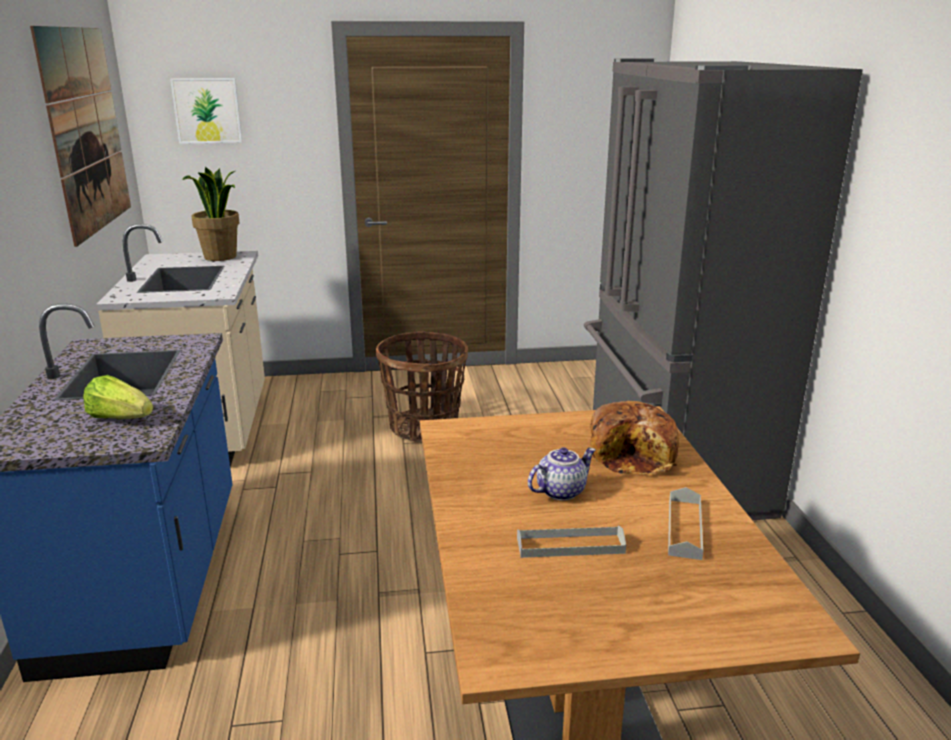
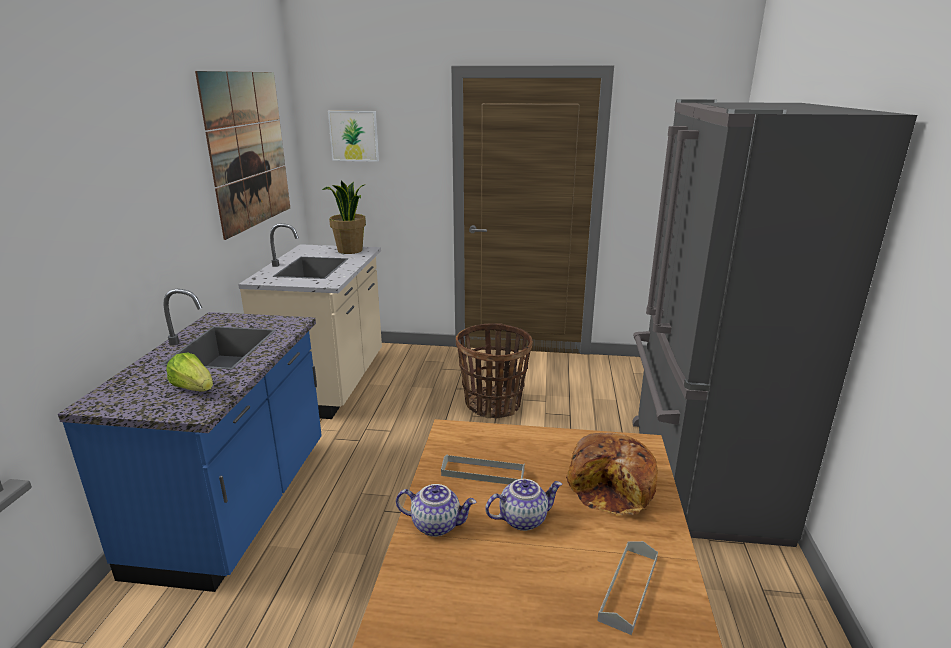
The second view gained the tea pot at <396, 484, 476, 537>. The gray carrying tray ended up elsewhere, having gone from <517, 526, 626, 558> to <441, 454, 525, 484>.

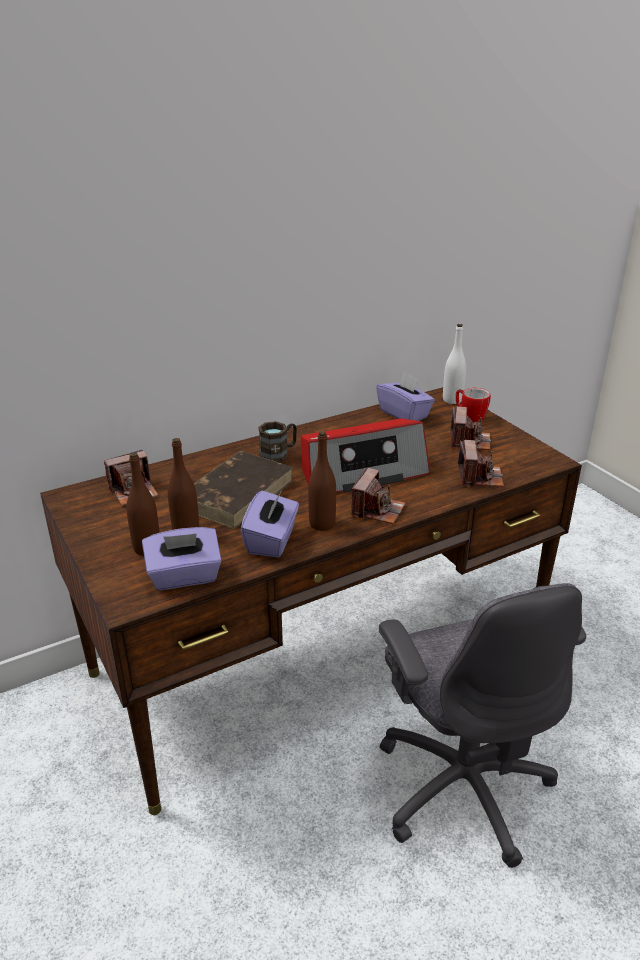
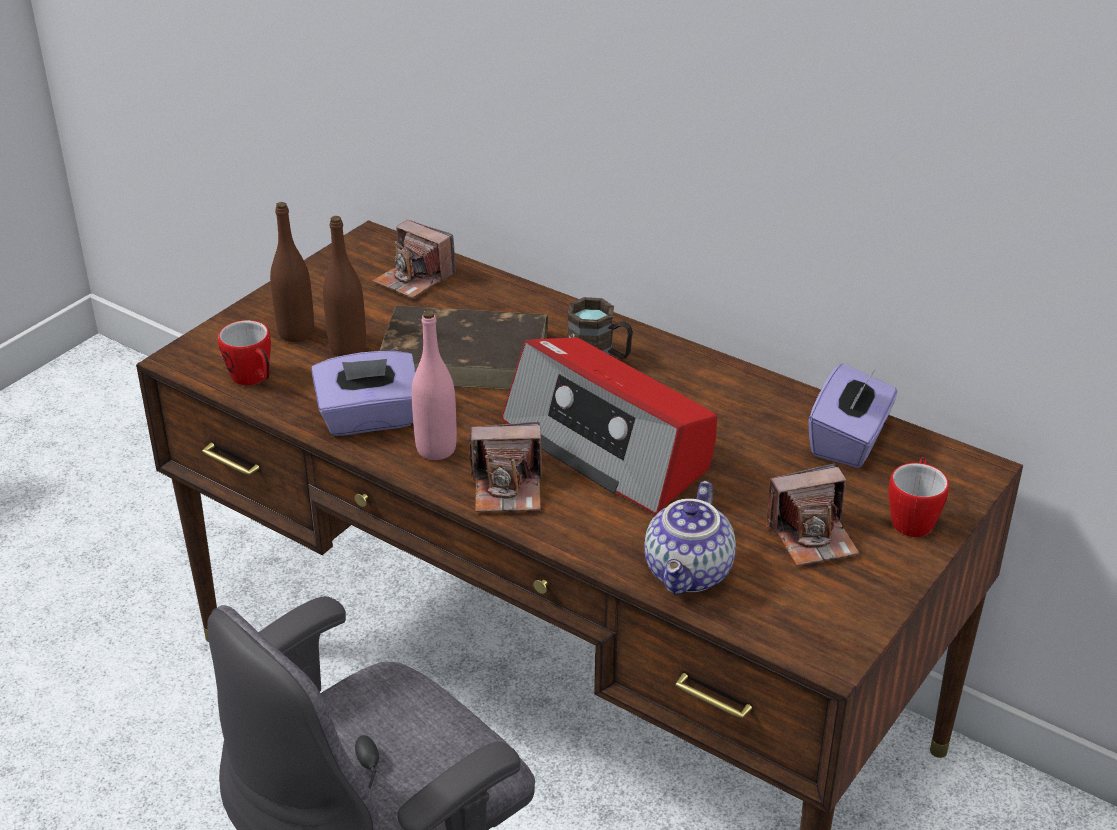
The second view lost the whitish bottle at <443, 324, 466, 404>. Where the purplish tissue holder stood at <142, 527, 222, 590>, the tea mug came to stand at <218, 320, 271, 385>. Where the still camera stood at <457, 440, 504, 487>, the tea pot came to stand at <644, 481, 736, 595>. What was the brown bottle at <308, 431, 336, 531> turned into the pinkish bottle at <411, 310, 457, 460>.

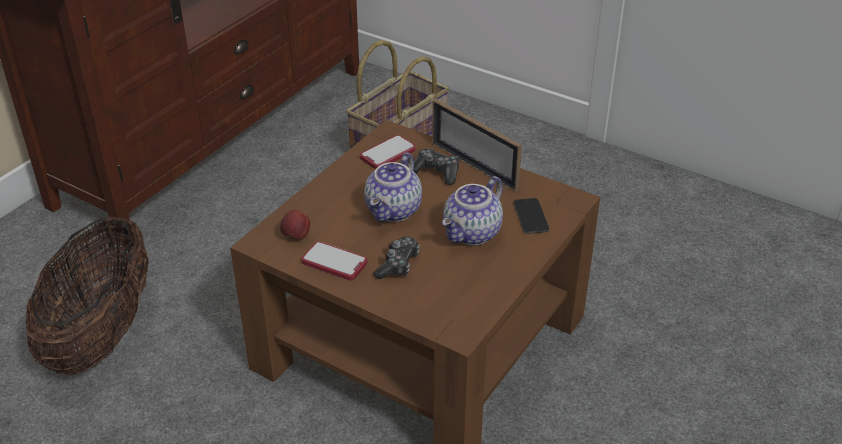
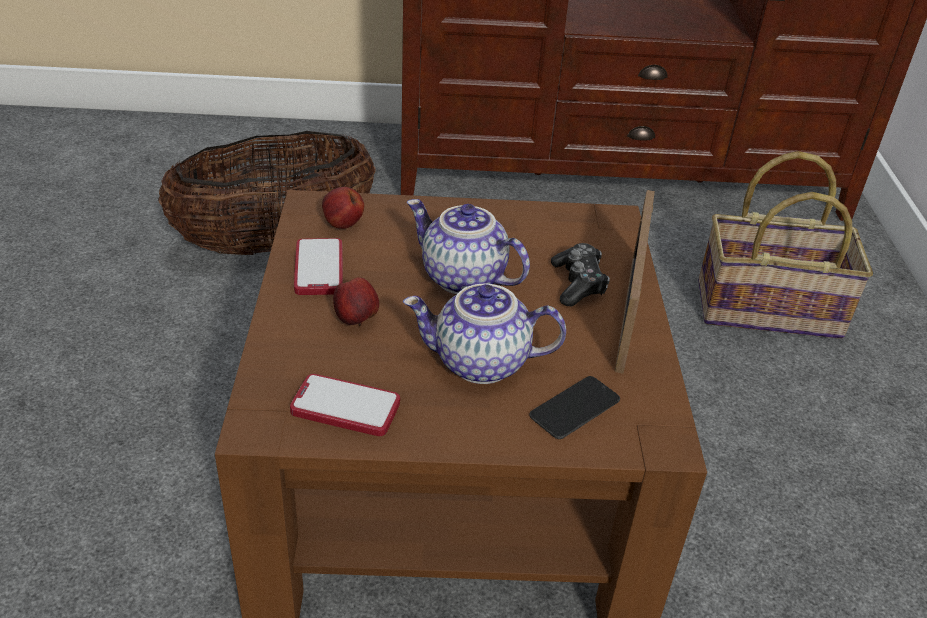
The phone ended up elsewhere, having gone from <360, 135, 416, 169> to <290, 374, 400, 436>. Where the joypad stood at <373, 236, 420, 279>, the whole apple came to stand at <333, 277, 379, 326>. The tea pot at <364, 152, 422, 222> ended up facing another way, 45 degrees clockwise from before.

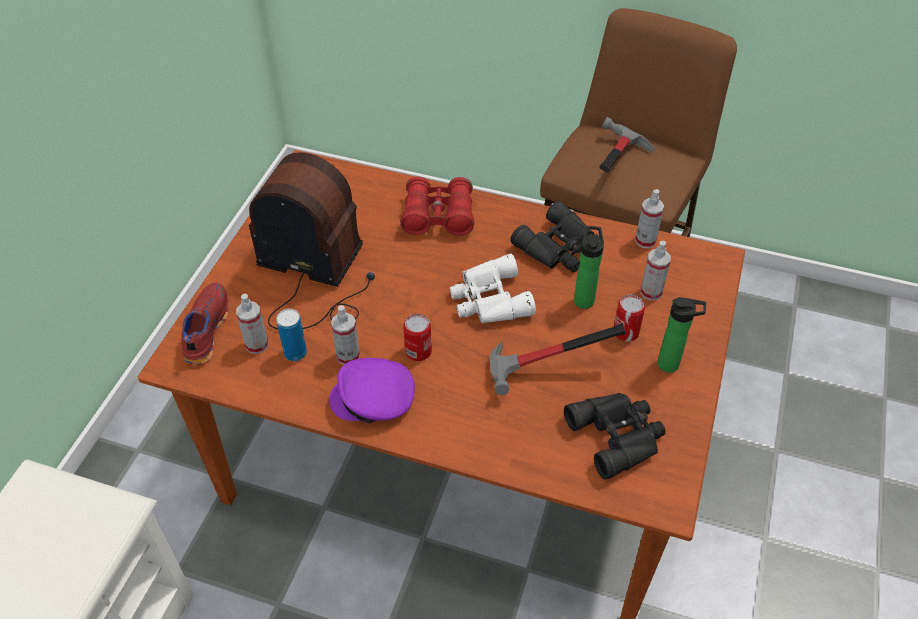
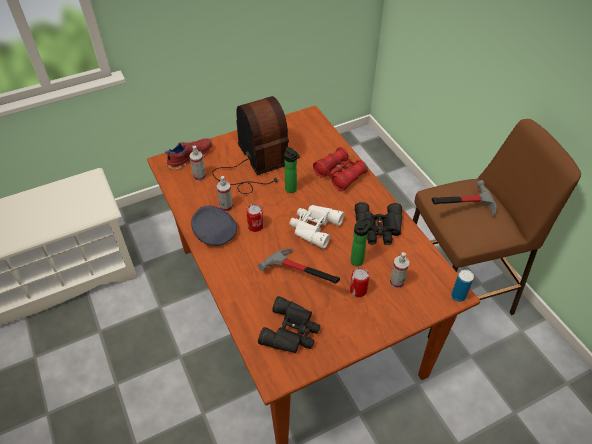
The second view lost the sprayer at <635, 189, 664, 248>. The can ended up elsewhere, having gone from <276, 309, 307, 361> to <451, 269, 474, 302>. The bottle ended up elsewhere, having gone from <657, 297, 706, 373> to <284, 147, 300, 193>. What was the purplish cap at <329, 358, 415, 423> turned into the gray cap at <191, 206, 237, 246>.

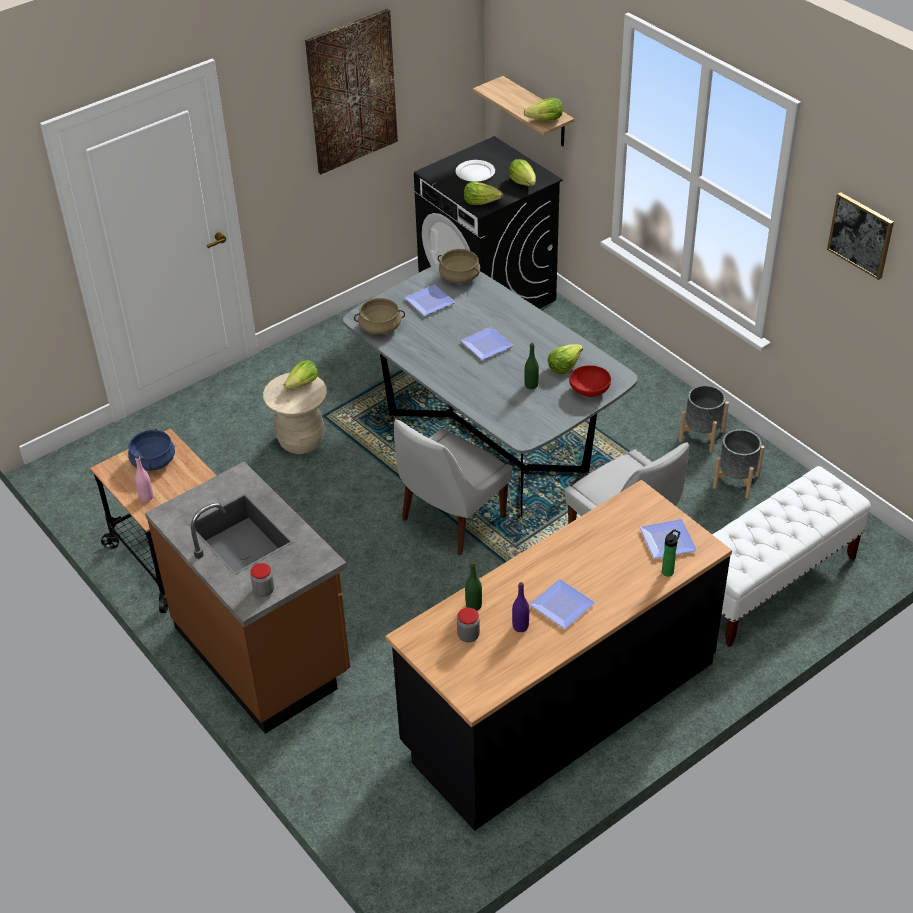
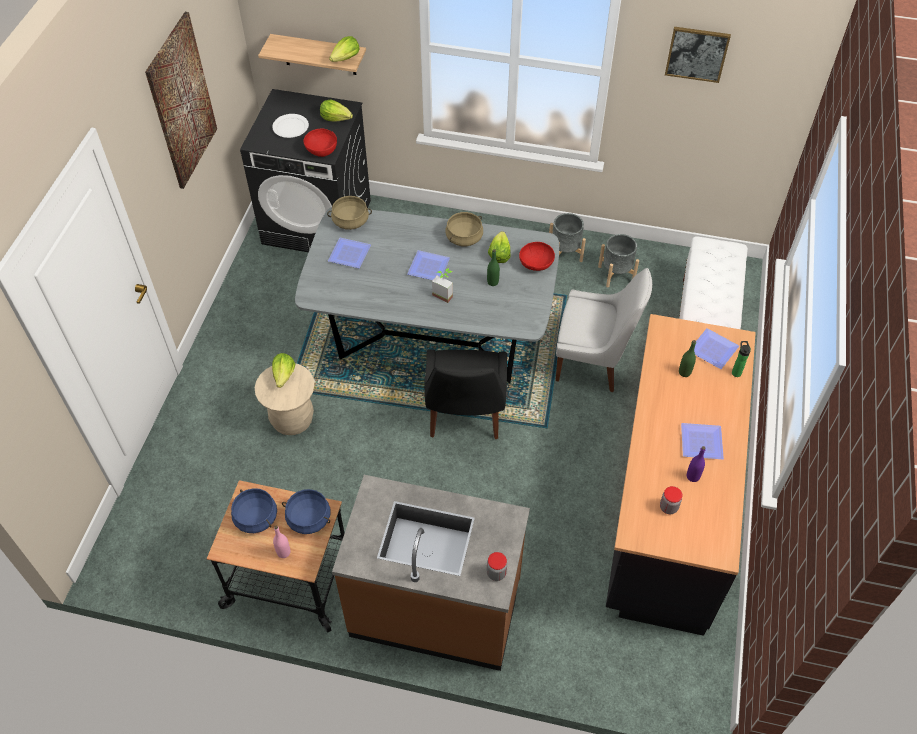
The second view gained the blue-coloured stockpot at <282, 489, 330, 534>. The second view gained the houseplant at <432, 268, 453, 303>. The sand-coloured stockpot ended up elsewhere, having gone from <354, 298, 405, 335> to <446, 212, 483, 246>. The green-coloured bottle ended up elsewhere, having gone from <465, 561, 482, 611> to <679, 340, 696, 377>. Where the lettuce head stood at <464, 182, 503, 205>, the red bowl came to stand at <304, 129, 337, 157>. What was the whitish plain chair at <394, 419, 512, 555> turned into the blackish plain chair at <425, 349, 507, 439>.

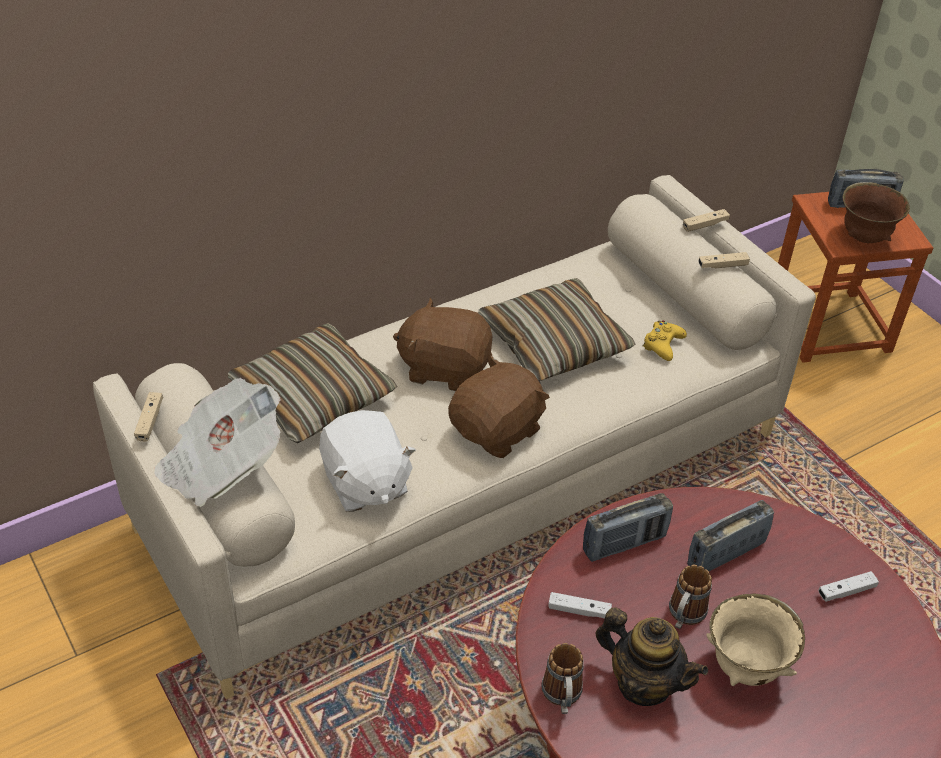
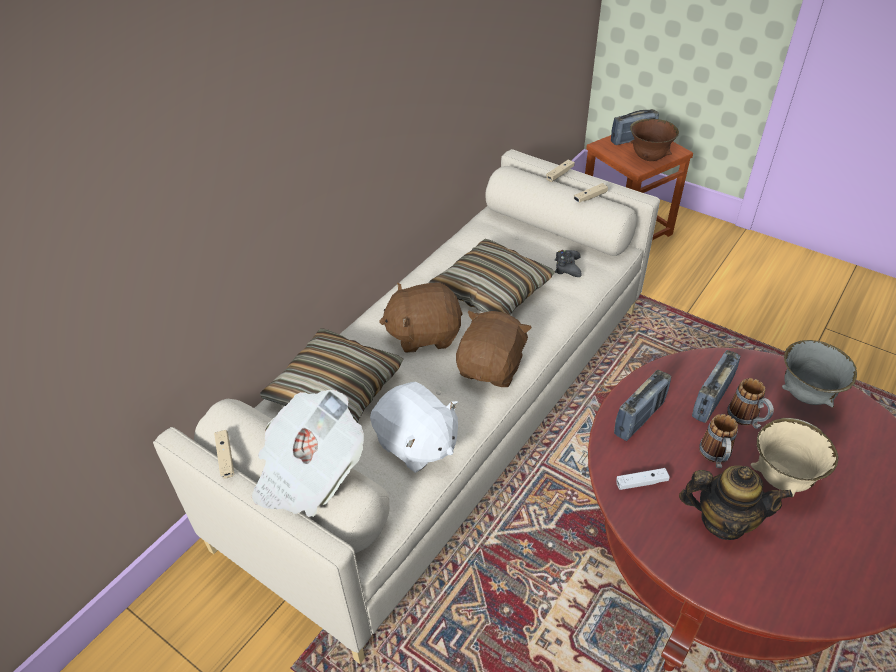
The tea mug ended up elsewhere, having gone from <541, 643, 584, 714> to <727, 378, 774, 429>. Where the whitish joypad stood at <818, 571, 879, 602>, the gray bowl came to stand at <782, 340, 857, 408>. What was the yellowish joypad at <643, 320, 687, 361> turned into the blackish joypad at <555, 250, 582, 277>.

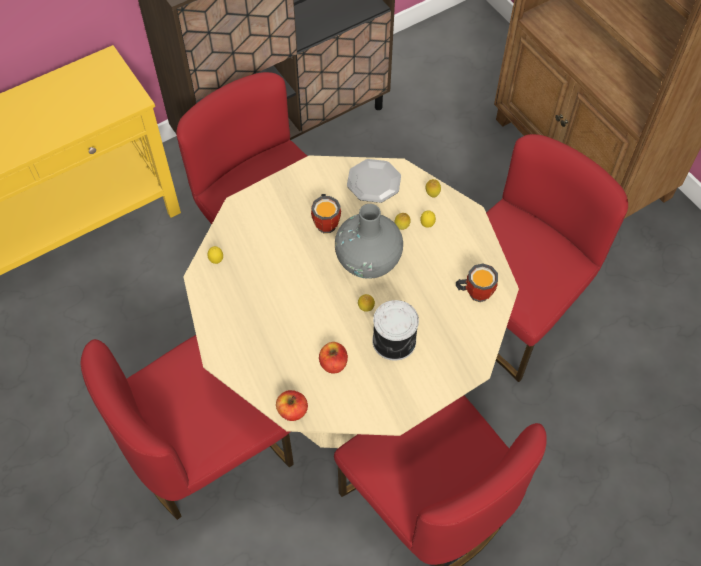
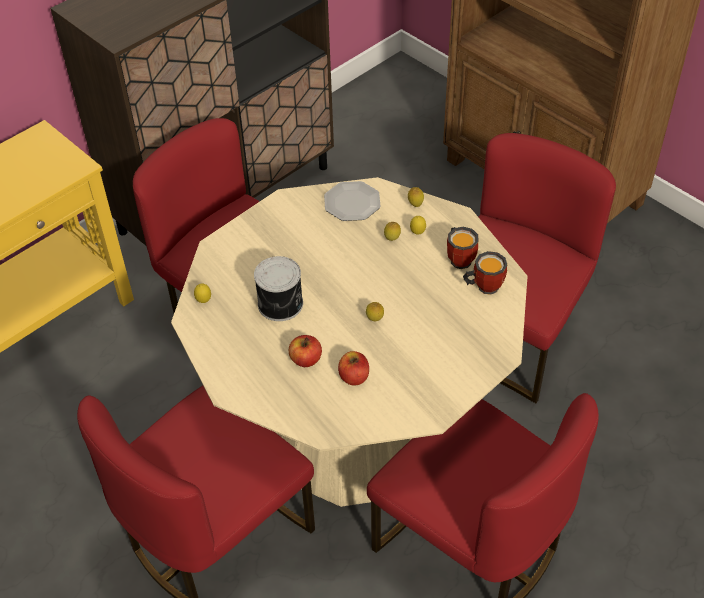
The second view lost the gray vase at <335, 204, 403, 279>. The whole apple ended up elsewhere, having gone from <276, 390, 308, 421> to <289, 335, 322, 367>. The tea mug ended up elsewhere, having gone from <311, 194, 341, 234> to <447, 227, 479, 269>. The can ended up elsewhere, having gone from <372, 300, 419, 361> to <254, 256, 303, 321>.

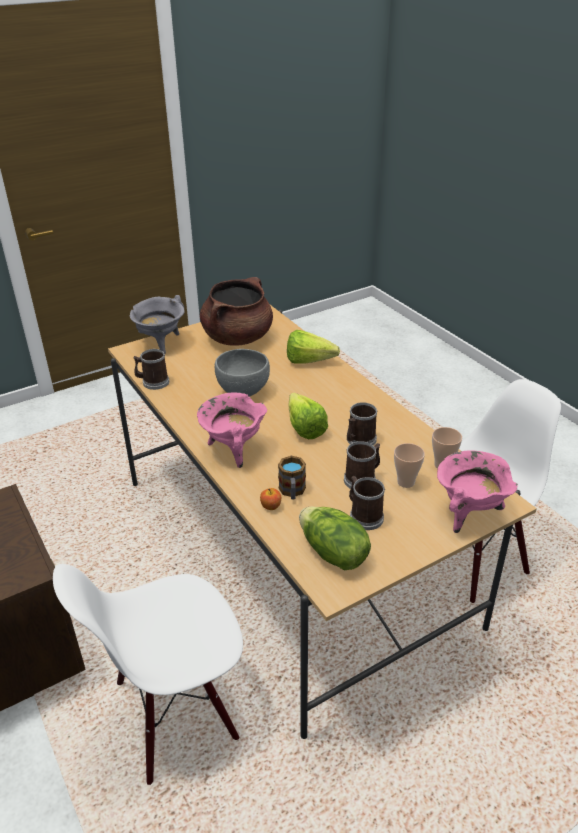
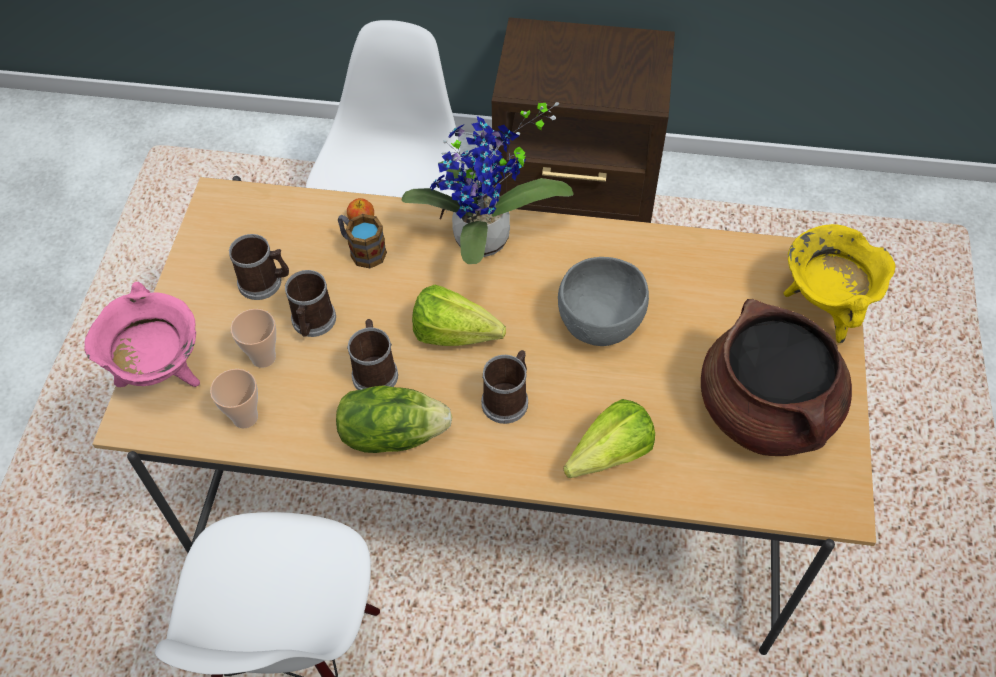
The tea mug ended up elsewhere, having gone from <134, 349, 169, 390> to <481, 350, 528, 424>. The lettuce head ended up elsewhere, having gone from <299, 506, 371, 570> to <336, 385, 453, 453>. Where the pinkish stockpot stood at <197, 392, 267, 468>, the houseplant came to stand at <401, 102, 574, 264>. What was the gray stockpot at <130, 295, 185, 354> turned into the yellowish stockpot at <783, 224, 896, 343>.

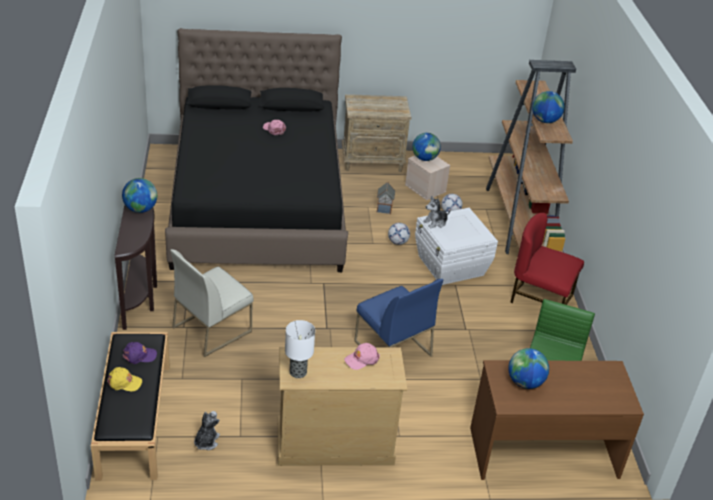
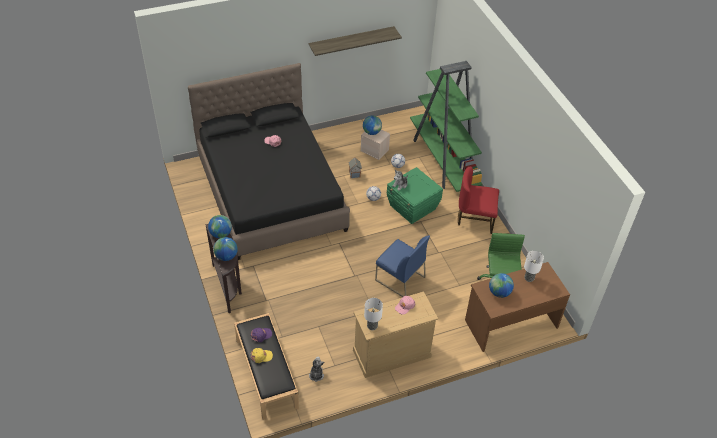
The second view lost the whitish plain chair at <170, 249, 253, 357>. The second view lost the sand-coloured bedside table at <342, 94, 411, 172>. The second view gained the bracket shelf at <309, 26, 402, 56>. The second view gained the lamp for a table at <524, 251, 544, 282>. The world globe ended up elsewhere, having gone from <532, 91, 565, 123> to <213, 237, 238, 261>. What was the whitish storage bin at <415, 208, 498, 285> turned into the green-coloured storage bin at <387, 167, 443, 224>. What was the brown shelving unit at <486, 60, 576, 254> turned into the green-coloured shelving unit at <410, 61, 483, 192>.

